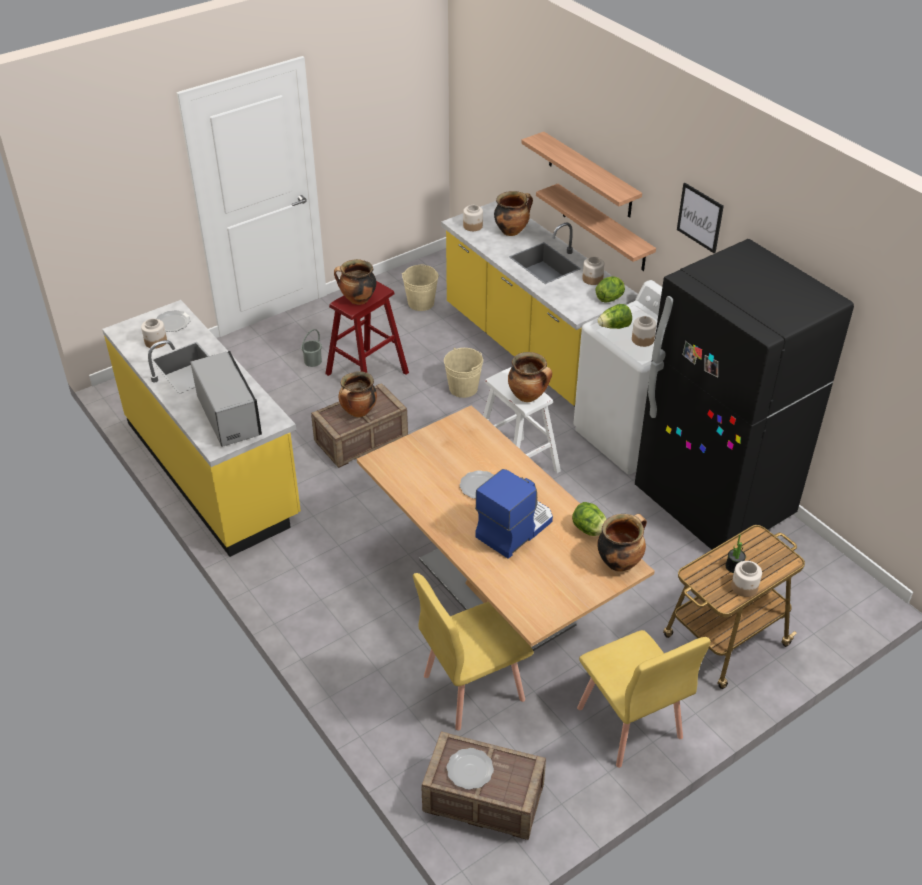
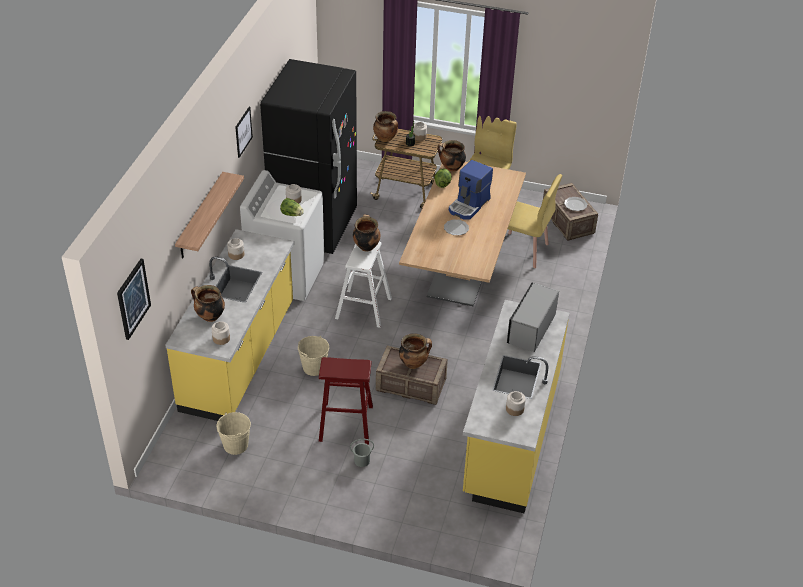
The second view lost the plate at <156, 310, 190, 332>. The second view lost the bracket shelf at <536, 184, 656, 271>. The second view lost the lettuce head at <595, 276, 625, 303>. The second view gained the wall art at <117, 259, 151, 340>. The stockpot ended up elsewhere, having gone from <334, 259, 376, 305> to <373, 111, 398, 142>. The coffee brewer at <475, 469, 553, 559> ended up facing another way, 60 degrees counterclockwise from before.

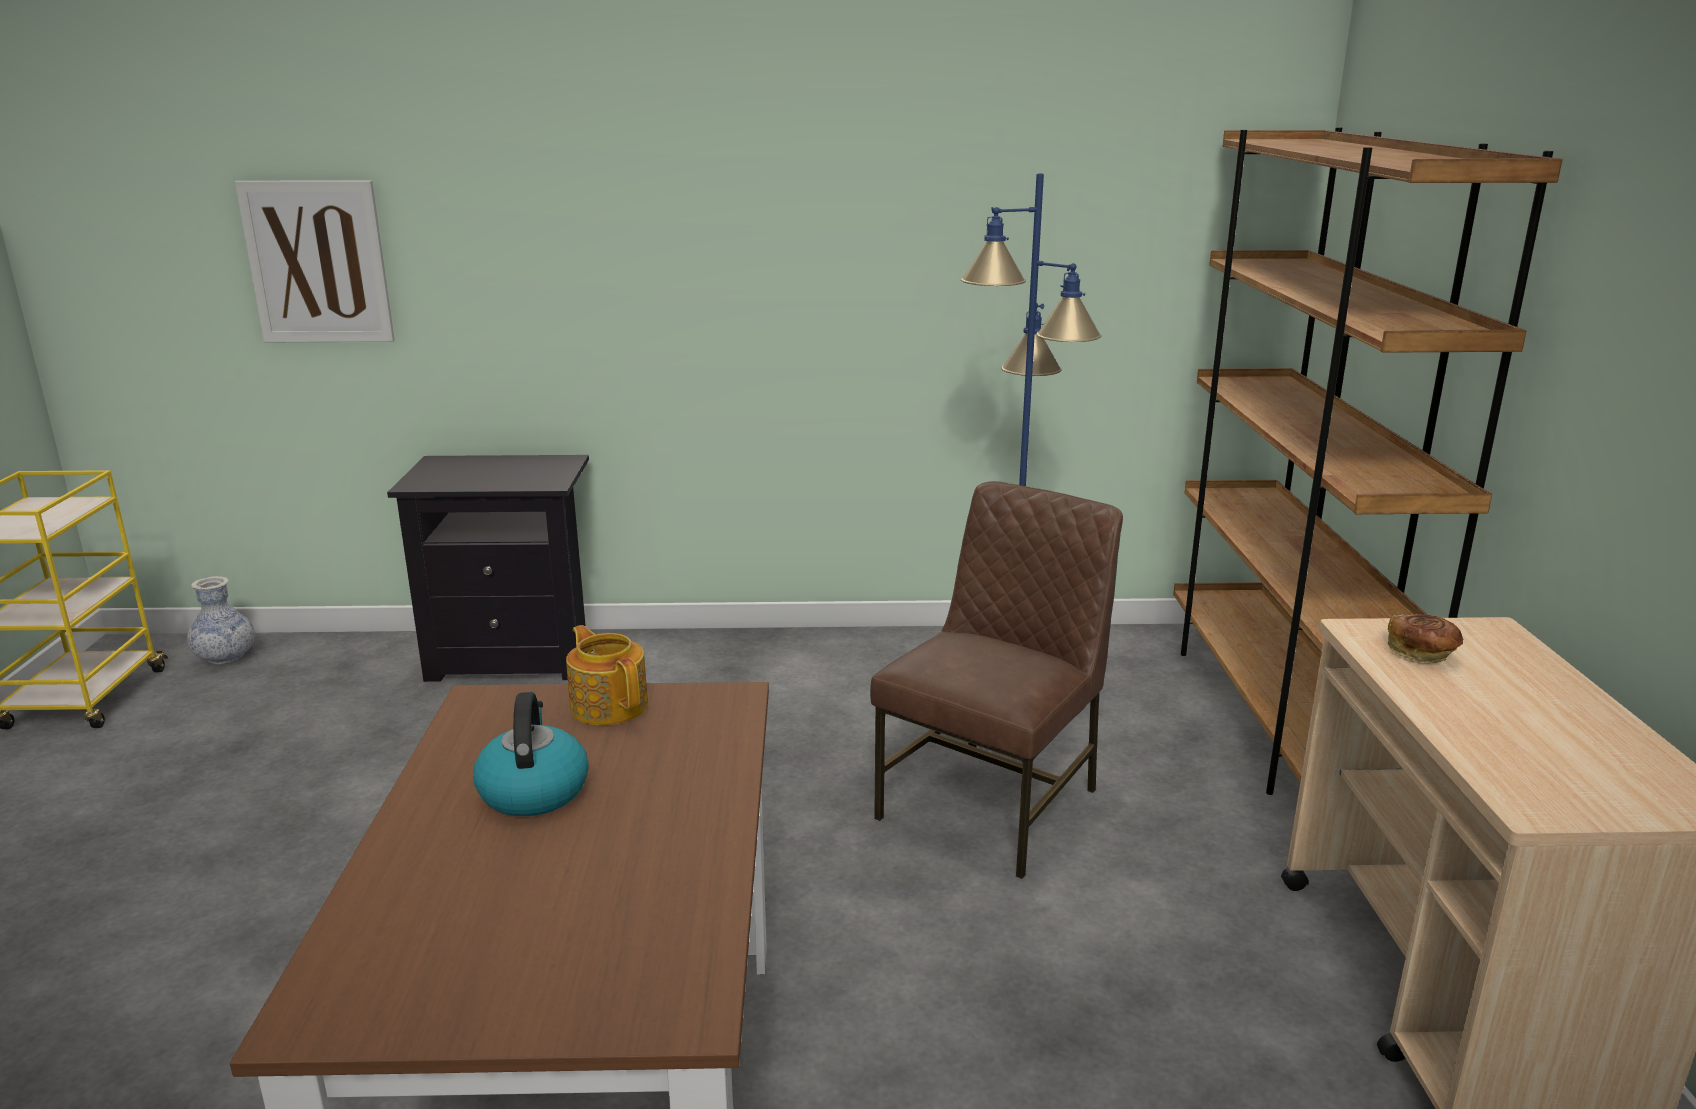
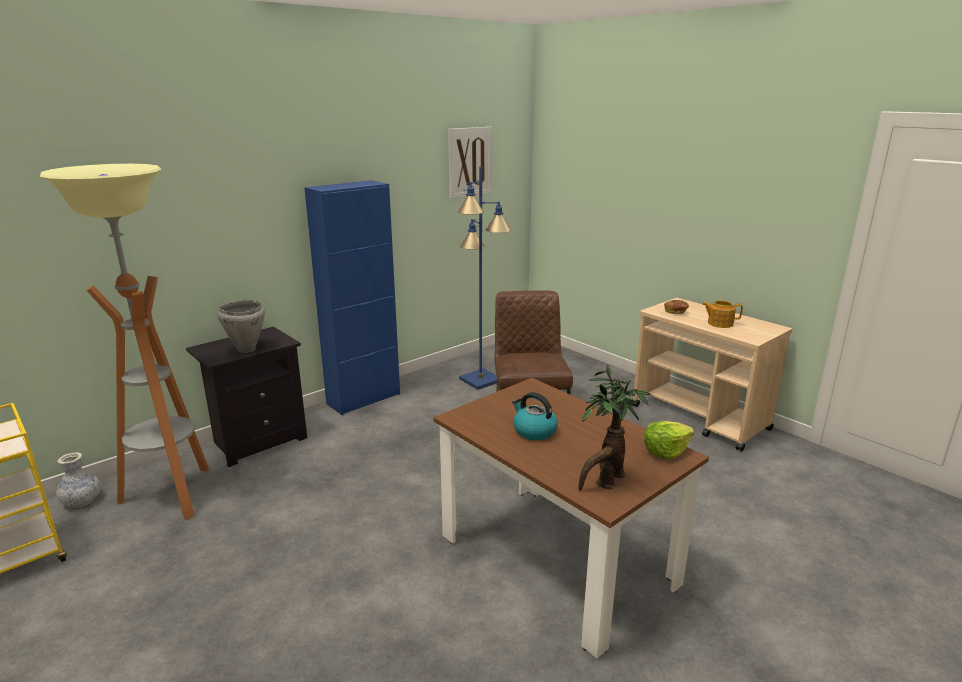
The second view lost the brown shelving unit at <1173, 127, 1563, 795>. The second view gained the floor lamp at <40, 164, 209, 520>. The second view gained the gray stockpot at <217, 300, 265, 353>. The second view gained the blue-coloured storage cabinet at <304, 180, 400, 415>. The second view gained the houseplant at <578, 365, 651, 491>. The second view gained the lettuce head at <643, 421, 694, 460>. The wall art ended up elsewhere, having gone from <235, 180, 395, 342> to <448, 127, 492, 199>. The tea pot ended up elsewhere, having gone from <566, 625, 648, 725> to <702, 300, 743, 328>.

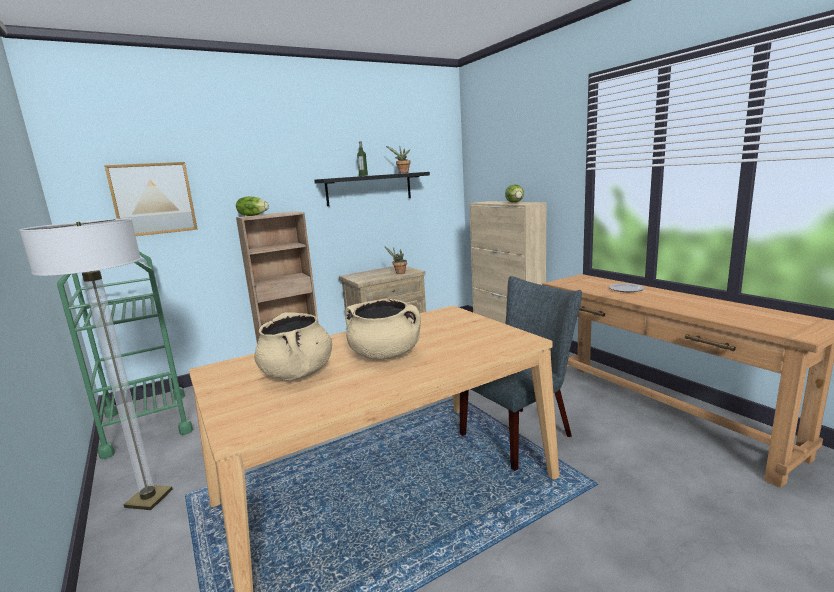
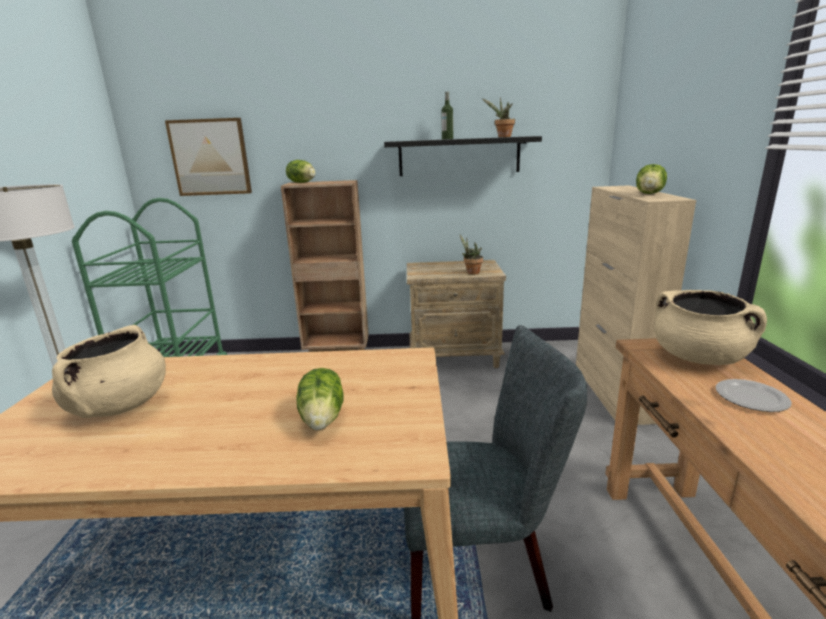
The second view gained the lettuce head at <296, 368, 344, 430>. The sand-coloured stockpot ended up elsewhere, having gone from <345, 299, 421, 360> to <654, 290, 767, 365>.

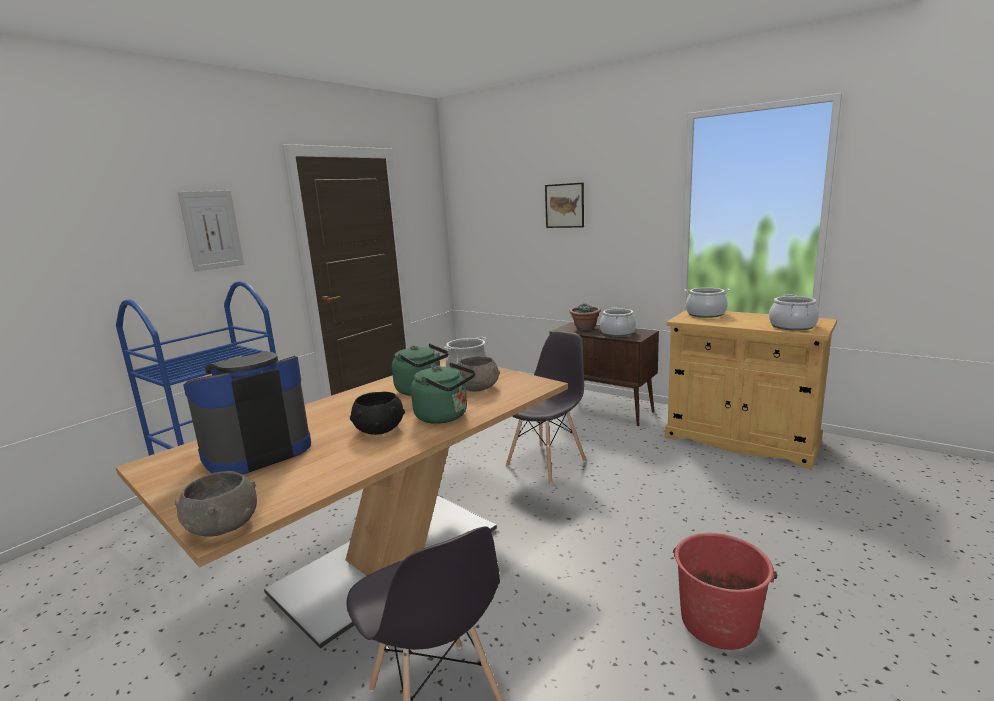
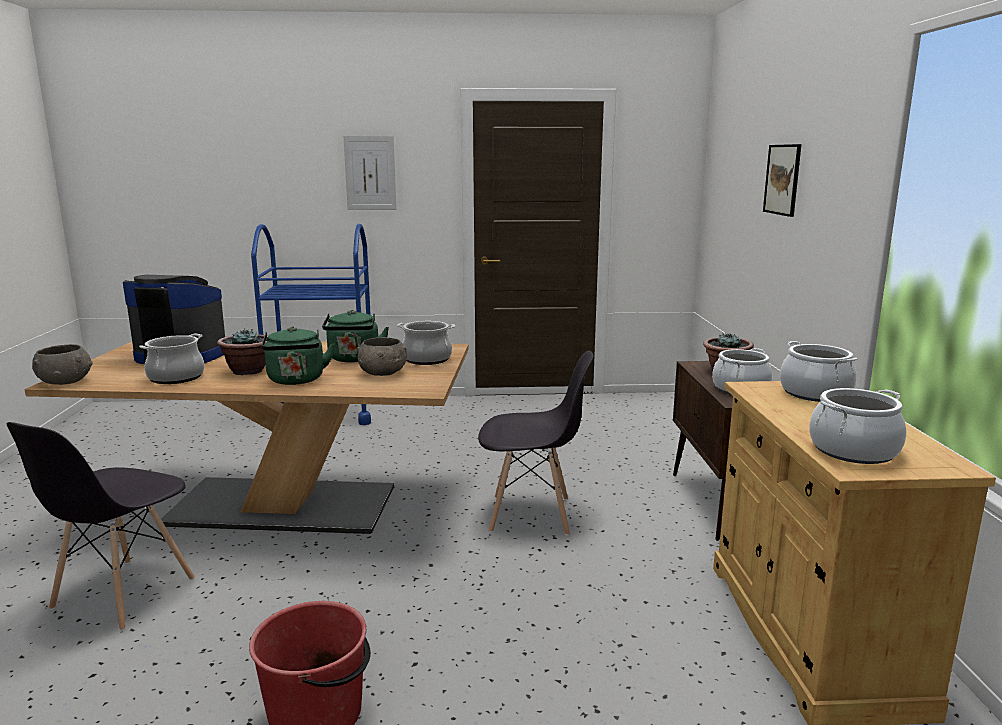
The second view gained the stockpot at <139, 334, 205, 384>. Where the blackish bowl stood at <350, 392, 405, 435>, the houseplant came to stand at <217, 328, 268, 375>.

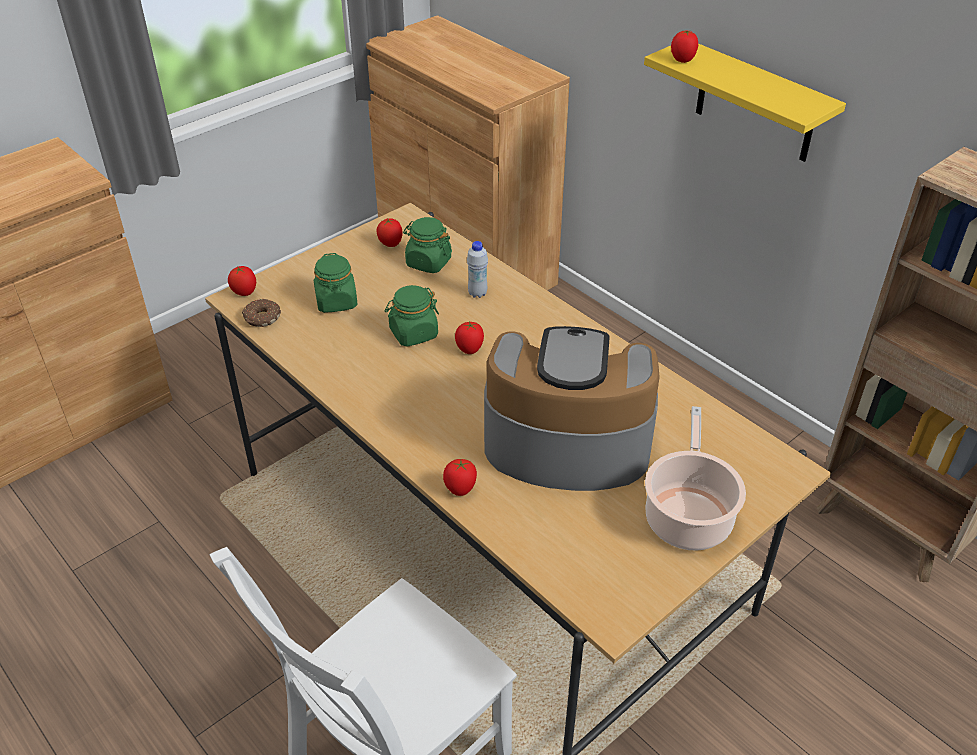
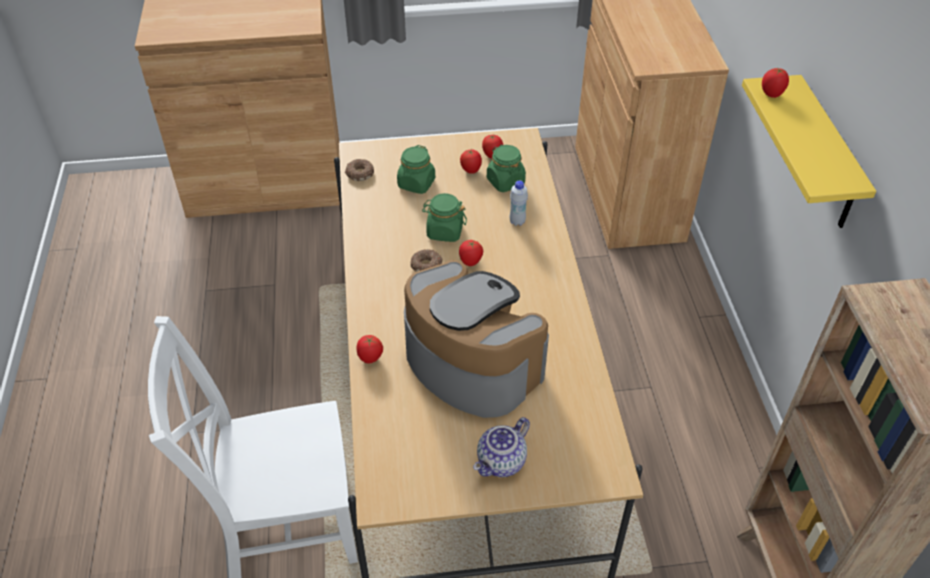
The second view gained the doughnut at <411, 249, 443, 272>. The fresh tomato ended up elsewhere, having gone from <228, 266, 256, 296> to <460, 149, 482, 174>. Where the stockpot stood at <645, 406, 746, 551>, the tea pot came to stand at <473, 417, 530, 477>.

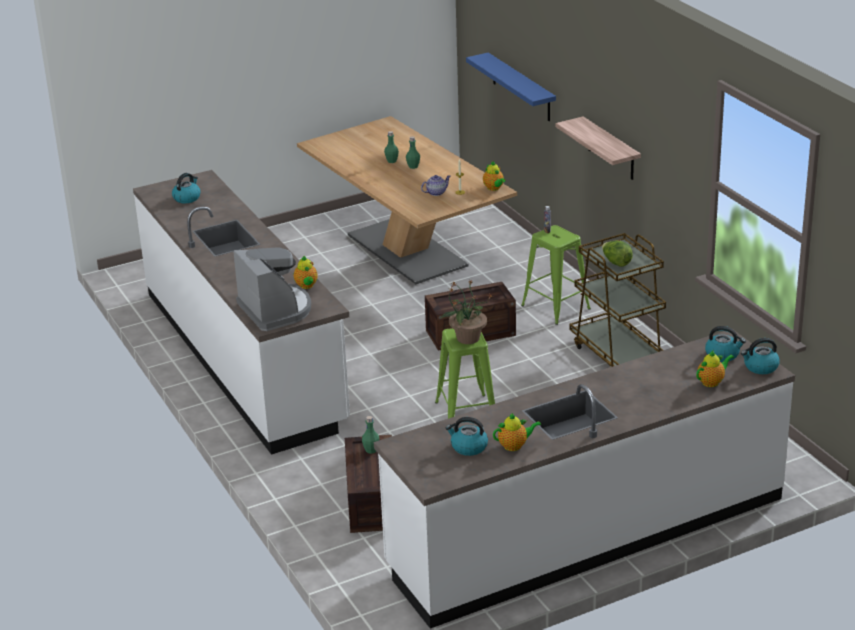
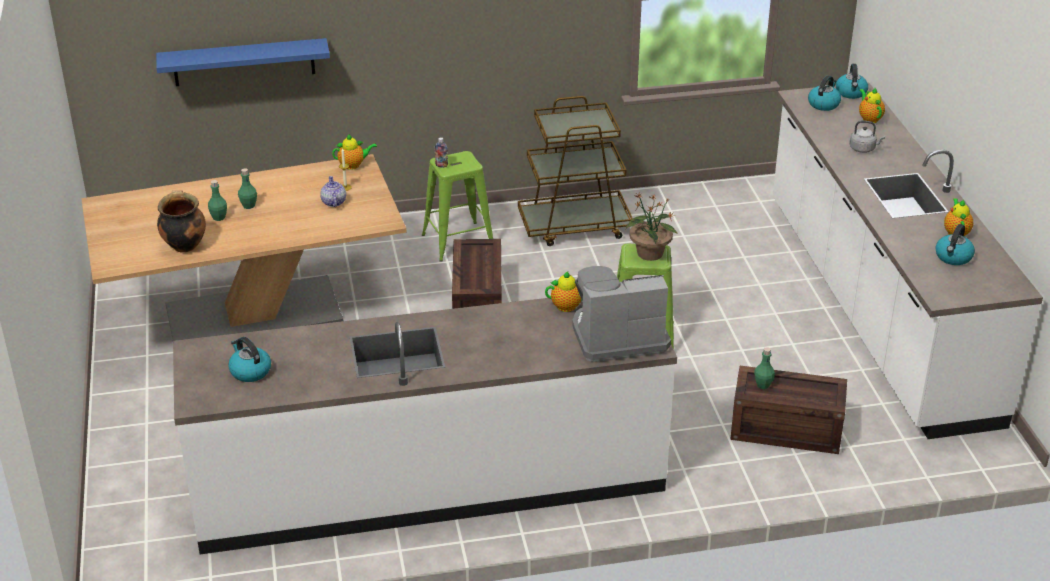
The second view lost the bracket shelf at <555, 117, 641, 180>. The second view lost the lettuce head at <602, 241, 633, 267>. The second view gained the stockpot at <157, 190, 206, 253>. The second view gained the gray tea kettle at <849, 121, 885, 153>.

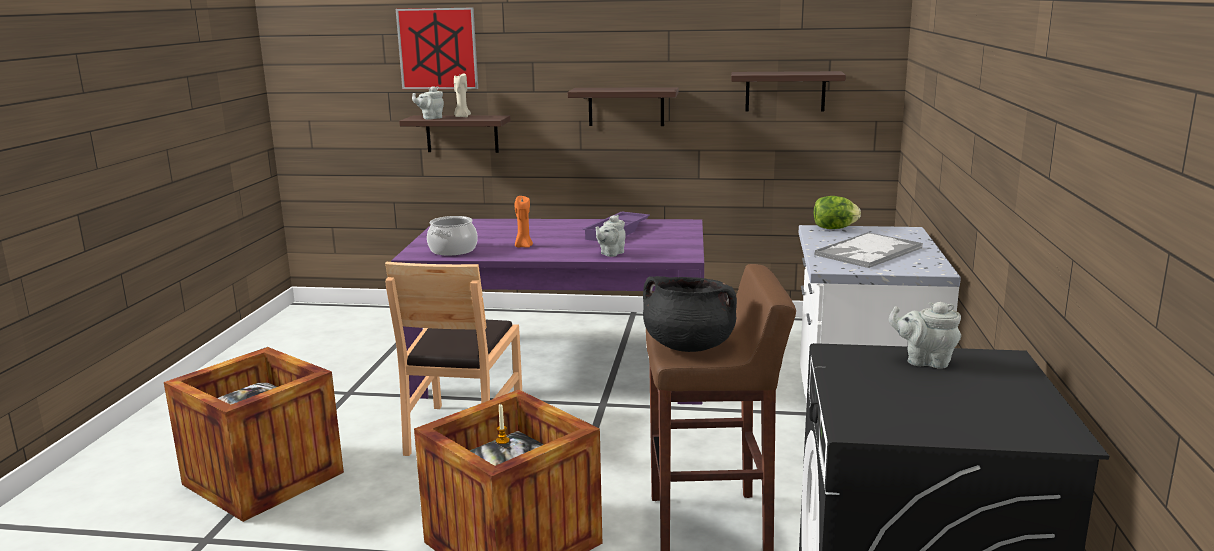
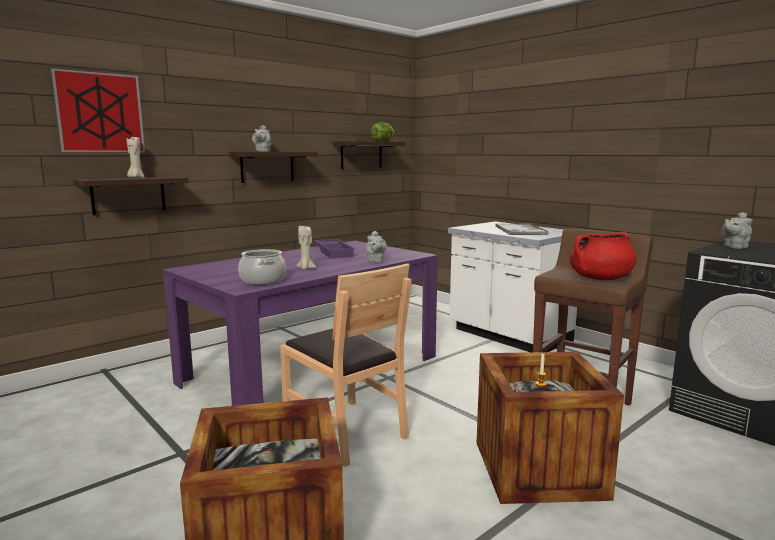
The gray tea pot ended up elsewhere, having gone from <412, 86, 444, 120> to <252, 125, 271, 152>. The lettuce head ended up elsewhere, having gone from <814, 196, 861, 229> to <371, 122, 394, 142>. What was the orange-coloured wax light at <515, 196, 533, 248> turned into the sand-coloured wax light at <297, 226, 316, 270>. What was the blackish stockpot at <643, 276, 737, 352> turned into the red stockpot at <570, 232, 637, 280>.

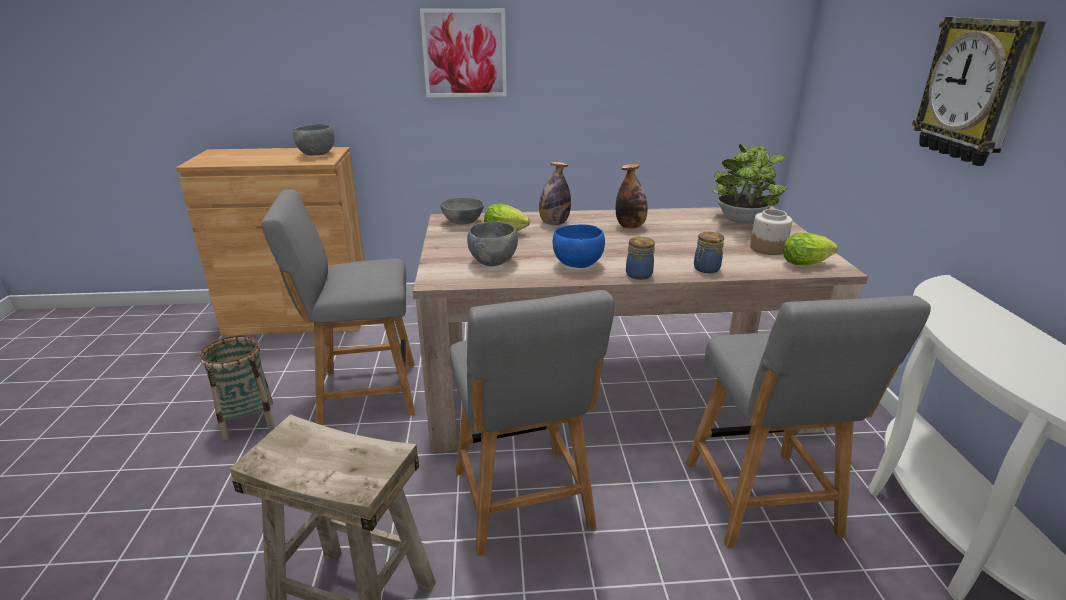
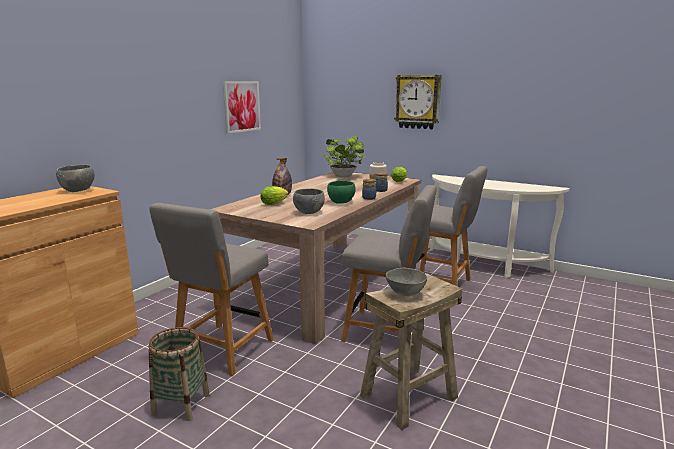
The second view lost the bottle at <616, 163, 648, 229>. The wall art ended up elsewhere, having gone from <420, 9, 507, 97> to <223, 81, 261, 134>. The gray bowl ended up elsewhere, having gone from <440, 198, 484, 224> to <386, 268, 427, 296>. What was the blue-coloured bowl at <553, 224, 605, 268> turned into the green-coloured bowl at <327, 181, 356, 204>.

